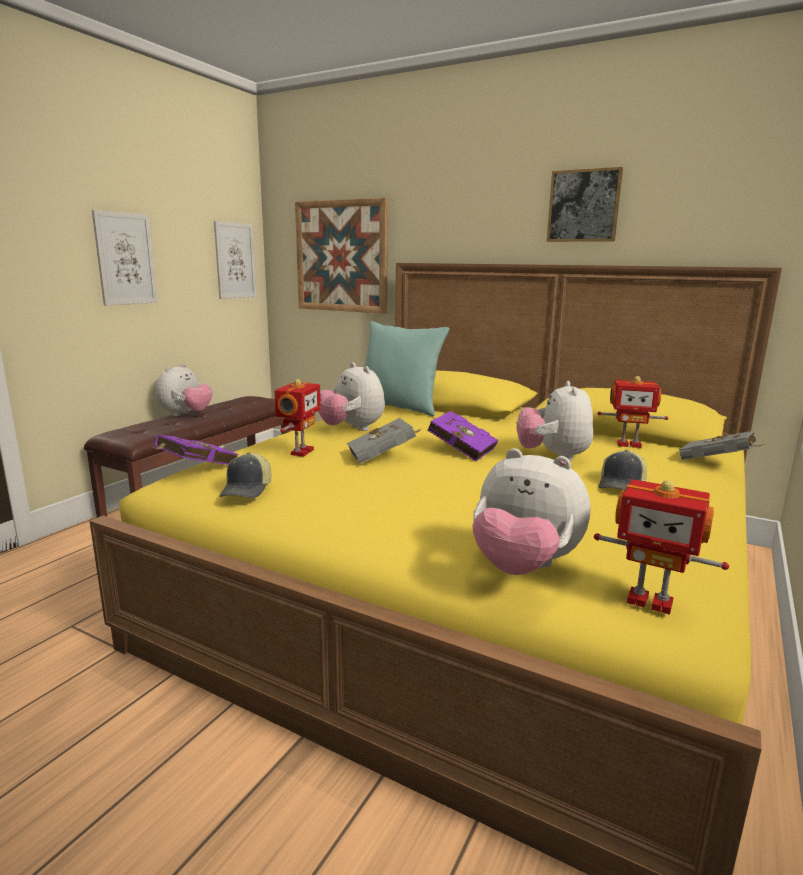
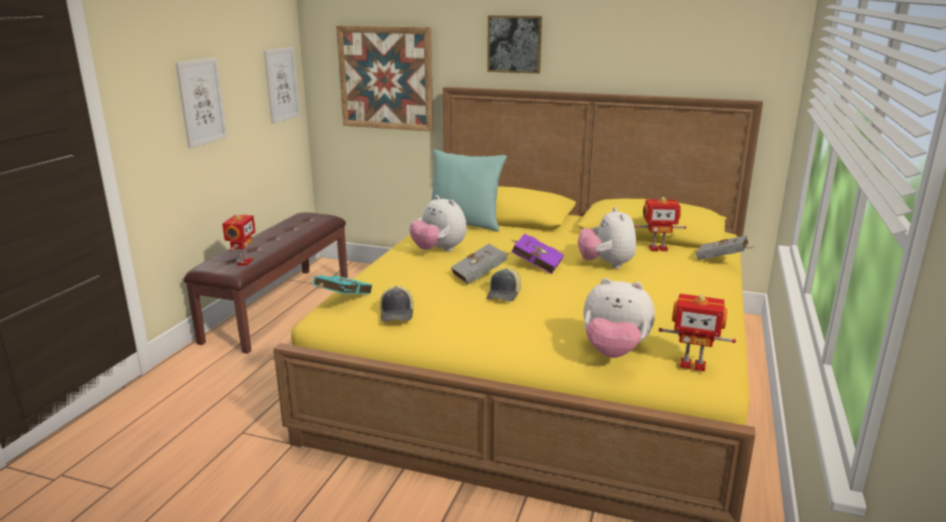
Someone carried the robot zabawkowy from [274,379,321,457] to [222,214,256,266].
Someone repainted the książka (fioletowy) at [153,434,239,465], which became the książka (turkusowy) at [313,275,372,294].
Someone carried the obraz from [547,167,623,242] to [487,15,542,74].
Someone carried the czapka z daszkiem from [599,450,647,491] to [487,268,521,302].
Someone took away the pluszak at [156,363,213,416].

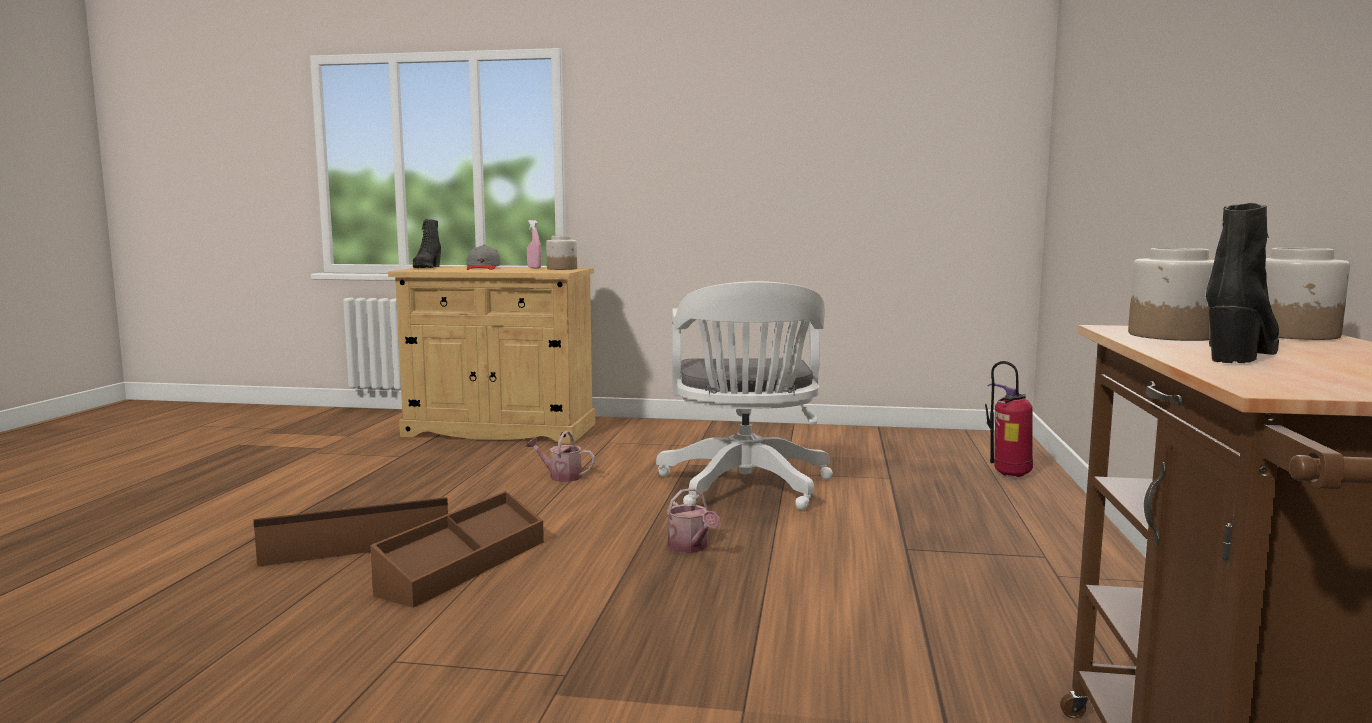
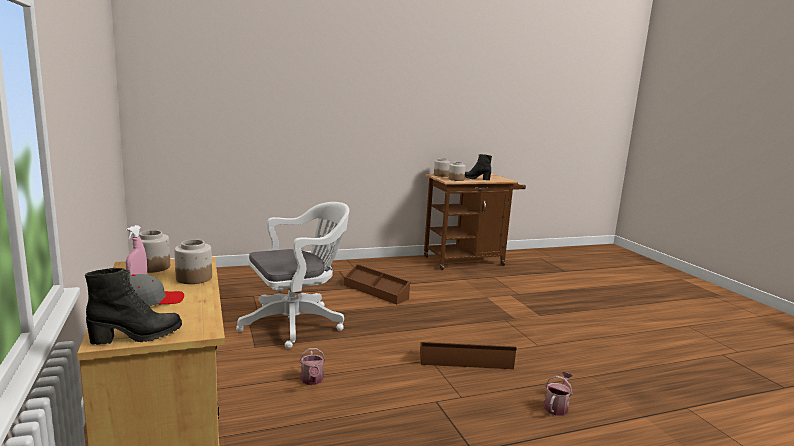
Someone put down the słoik at [174,240,212,284].
Someone carried the pojemnik do przechowywania (brązowy) from [253,497,448,567] to [344,264,410,305].
Someone carried the konewka from [667,488,720,553] to [544,372,572,416].
Someone took away the gaśnica at [985,361,1033,477].

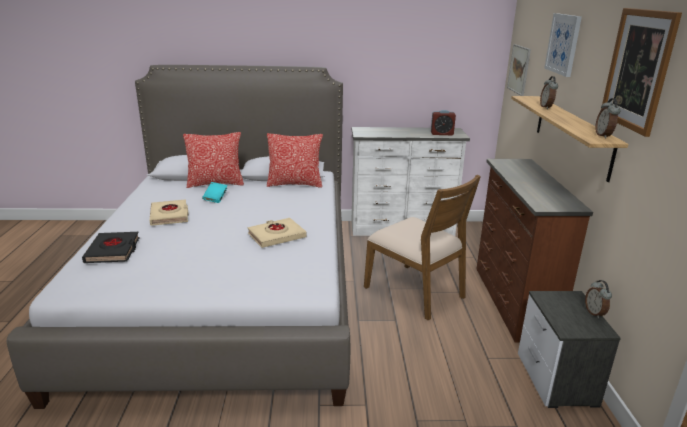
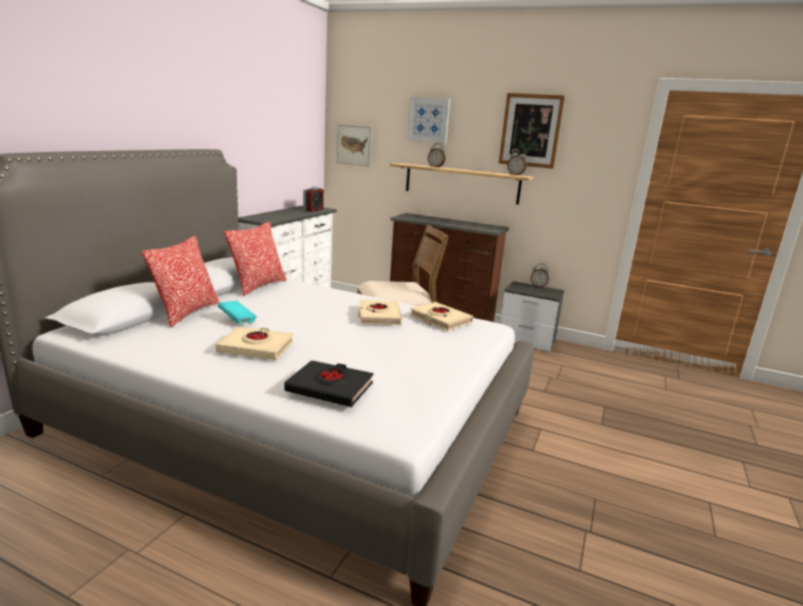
Someone put down the książka (beżowy) at [410,302,473,330].

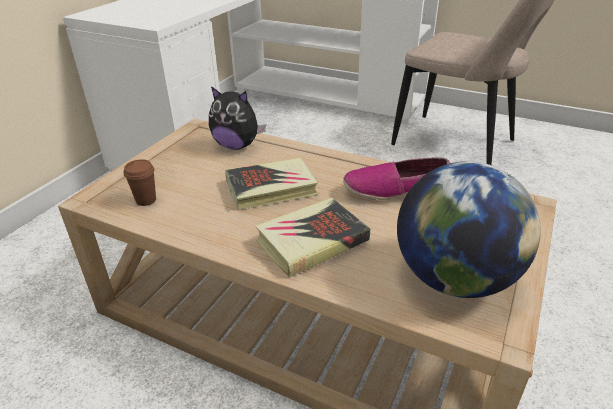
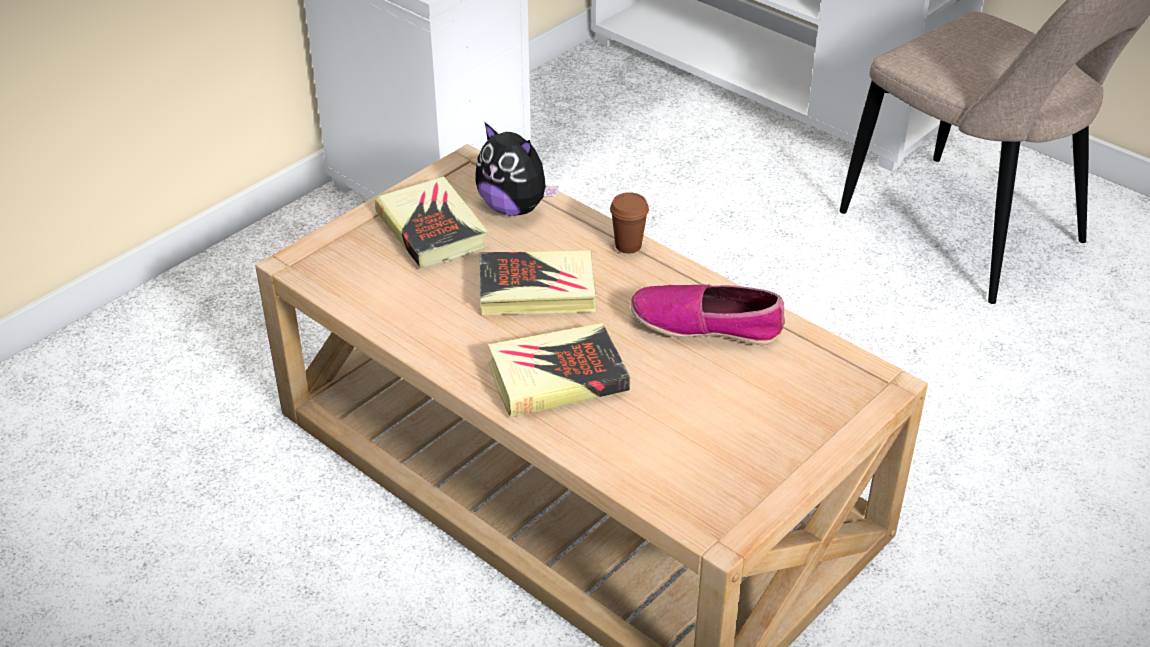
Someone put down the książka at [375,176,488,268].
Someone carried the filiżanka (brązowy) from [124,159,156,206] to [610,192,649,254].
Someone took away the globus at [397,161,541,298].

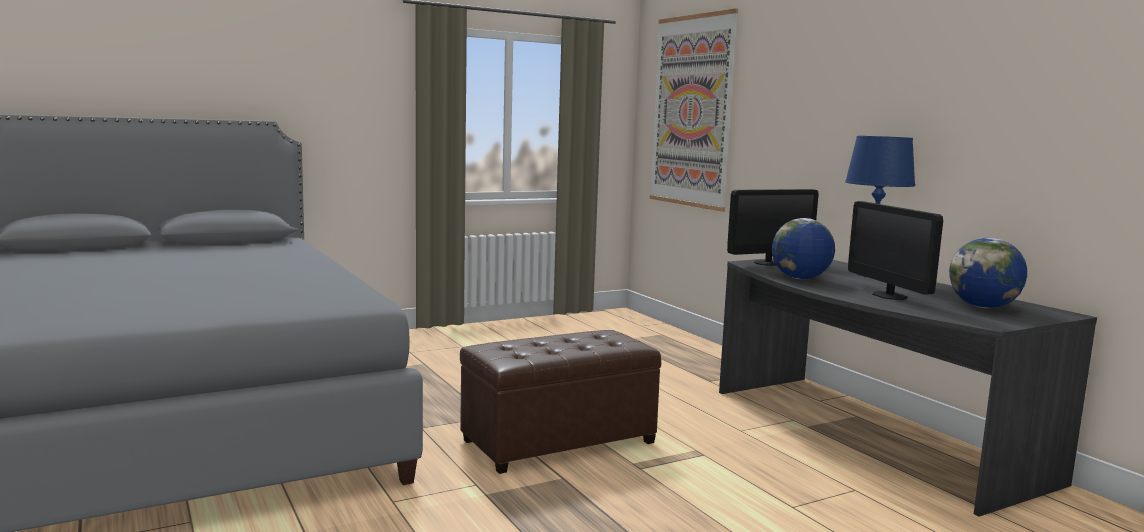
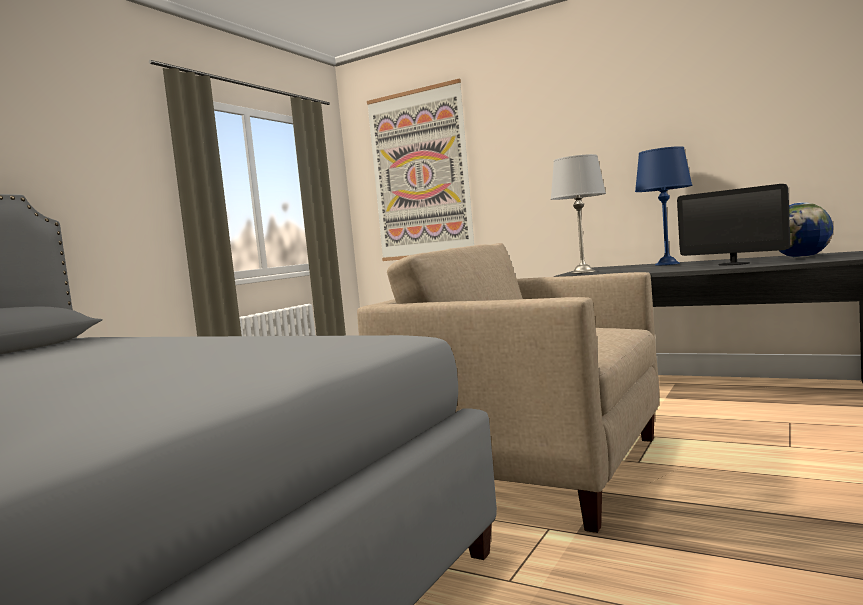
Someone swapped the pufa (brązowy) at [460,330,661,474] for the fotel (beżowy) at [357,243,659,533].
Someone swapped the monitor at [727,189,819,266] for the lampa stołowa (szary) at [551,154,606,273].
Someone took away the globus at [772,218,835,279].

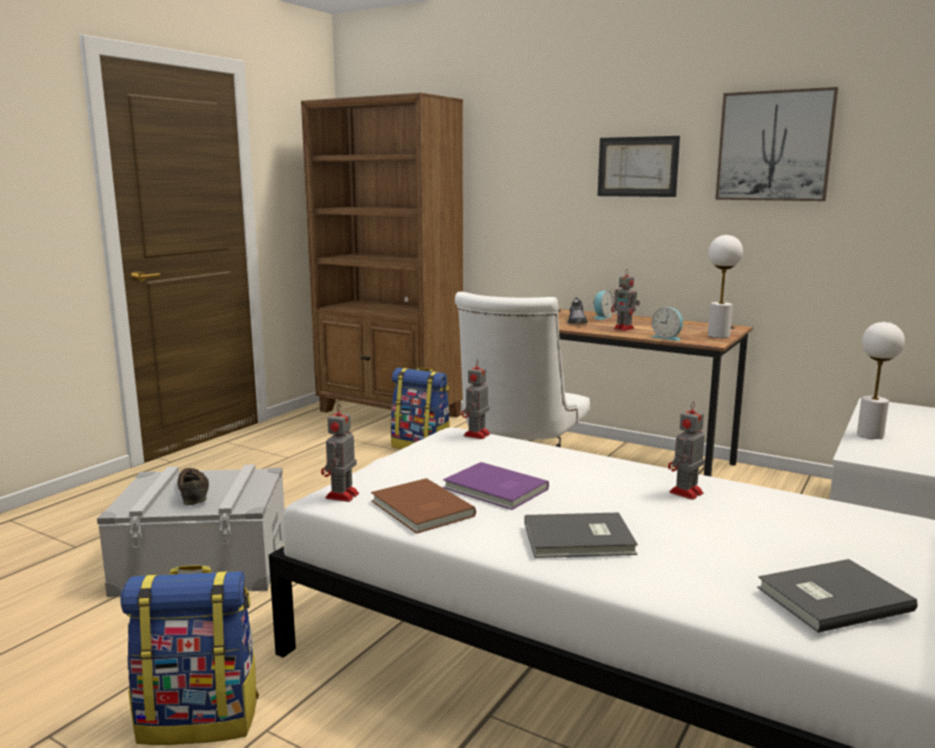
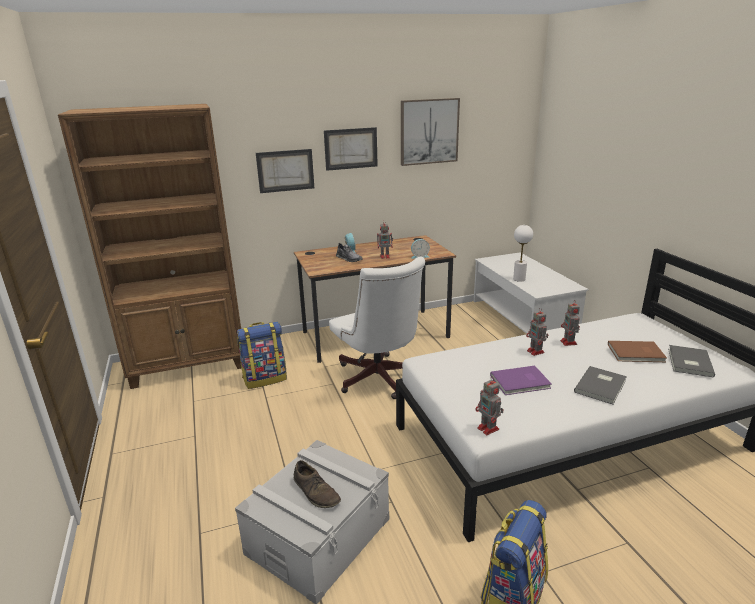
Someone put up the obraz at [256,149,314,193].
Someone rotated the but (brązowy) at [177,468,209,505] by 150 degrees counterclockwise.
Someone carried the robot zabawkowy from [461,359,490,439] to [526,309,548,356].
Someone carried the książka (brązowy) from [371,478,476,534] to [608,341,667,362].
Someone took away the lampa stołowa (biały) at [708,235,743,338].

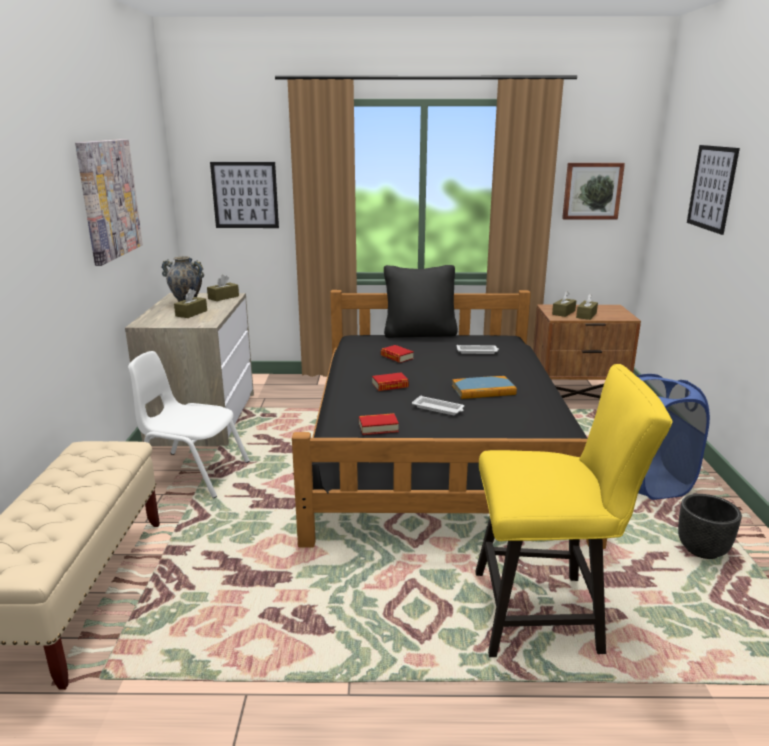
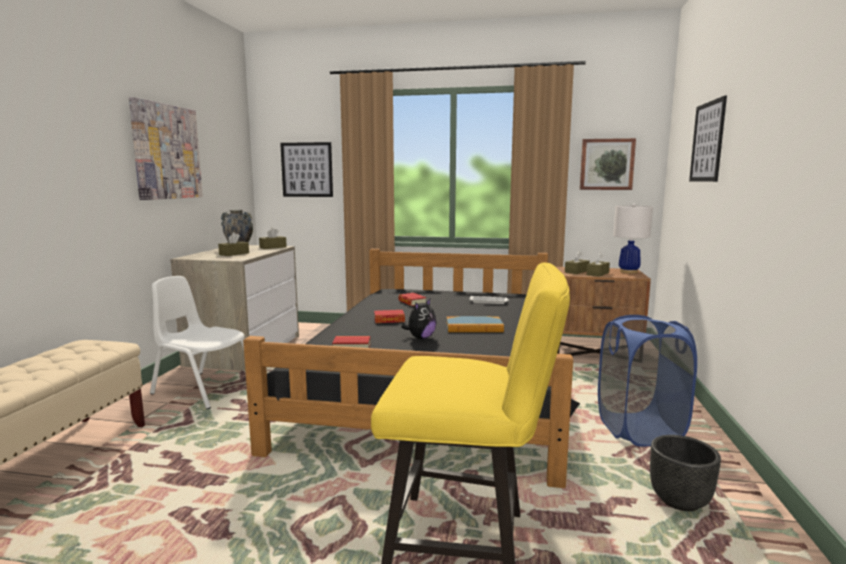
Someone swapped the taca (biały) at [412,396,464,415] for the pluszak at [401,299,436,339].
Someone put down the lampa stołowa (biały) at [613,203,653,274].
Someone took away the poduszka (czarny) at [384,265,458,338].

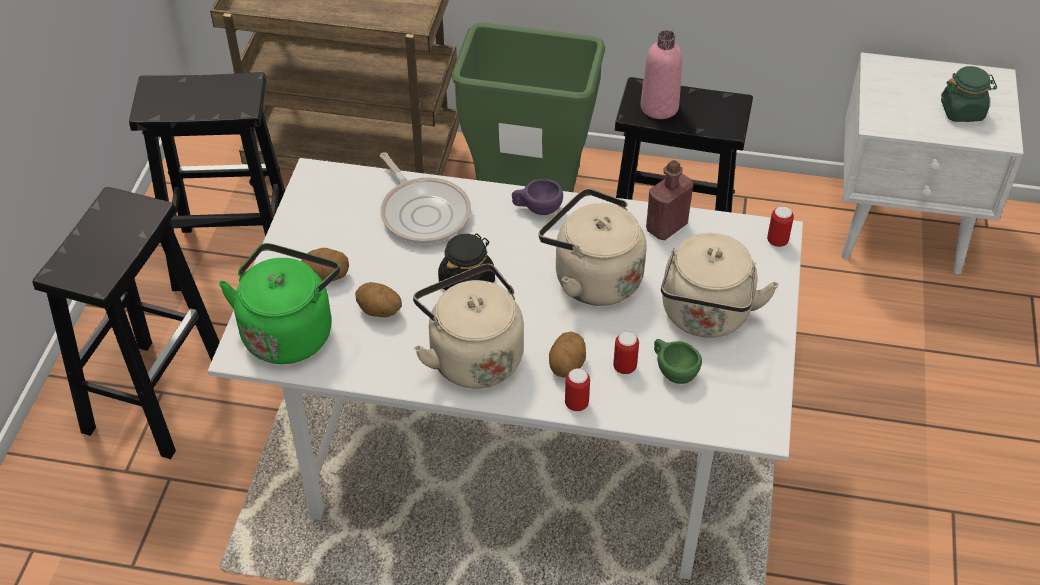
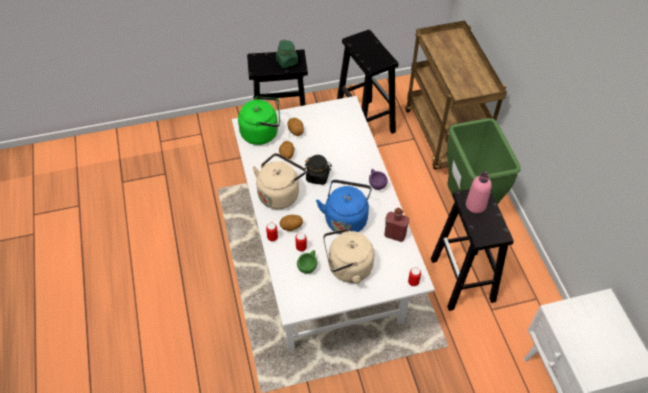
Someone carried the słoik (zielony) from [941,66,997,122] to [276,39,298,68].
Someone repainted the czajnik (beżowy) at [539,188,646,306], which became the czajnik (niebieski) at [316,180,372,234].
Someone took away the patelnia at [380,152,471,244].

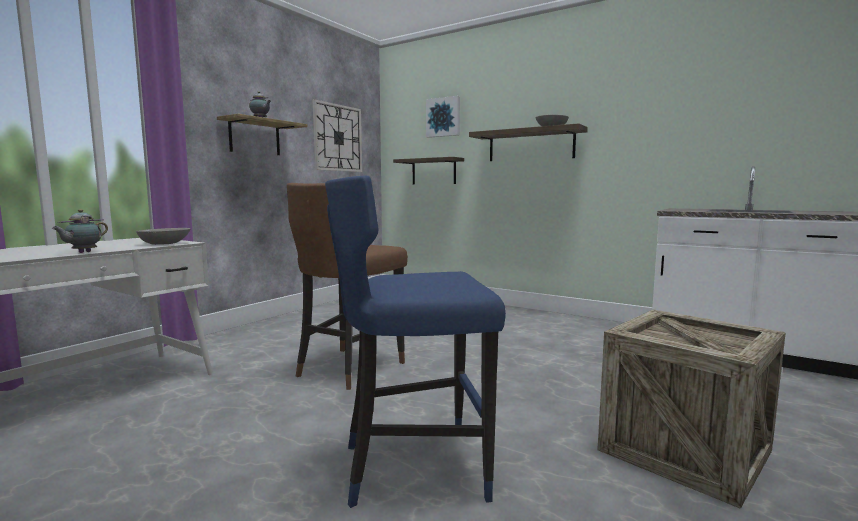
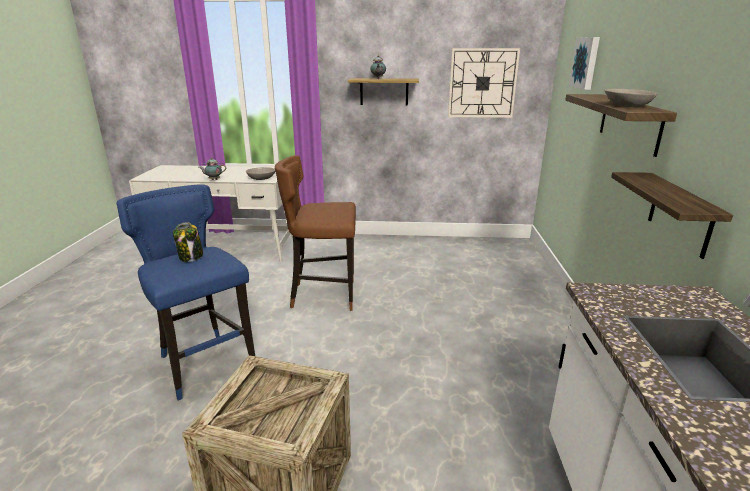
Someone put down the słoik at [173,222,203,262].
Someone carried the półka from [393,157,464,184] to [611,172,733,259].

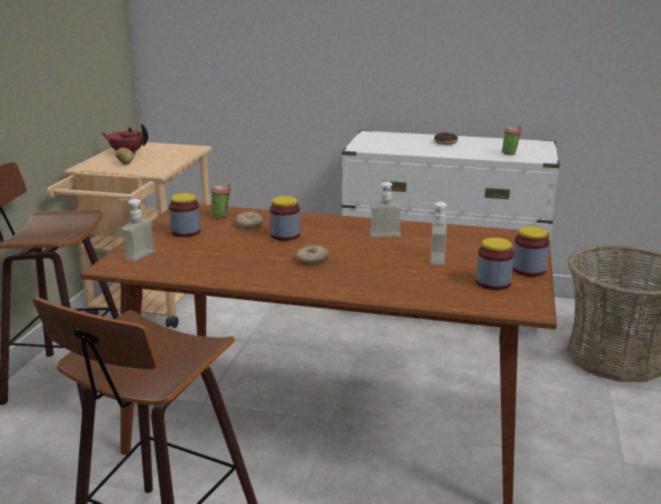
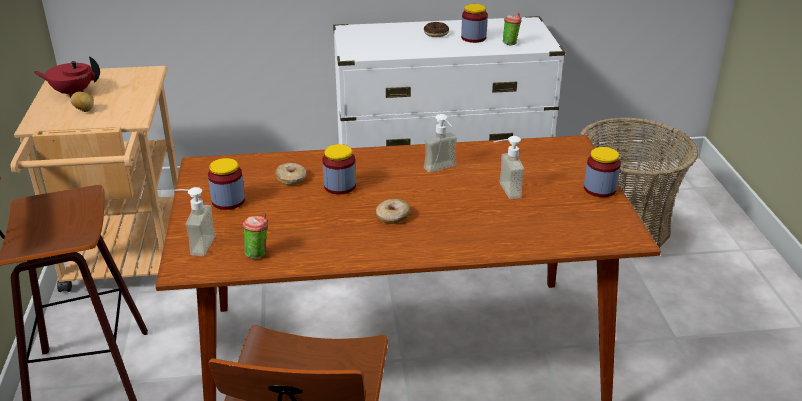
Someone carried the filiżanka from [211,184,231,218] to [243,213,268,259].
Someone carried the słoik from [476,237,514,290] to [461,4,488,43].

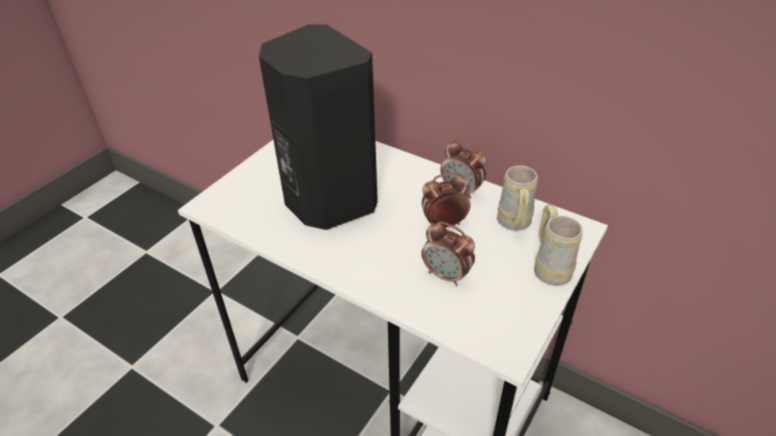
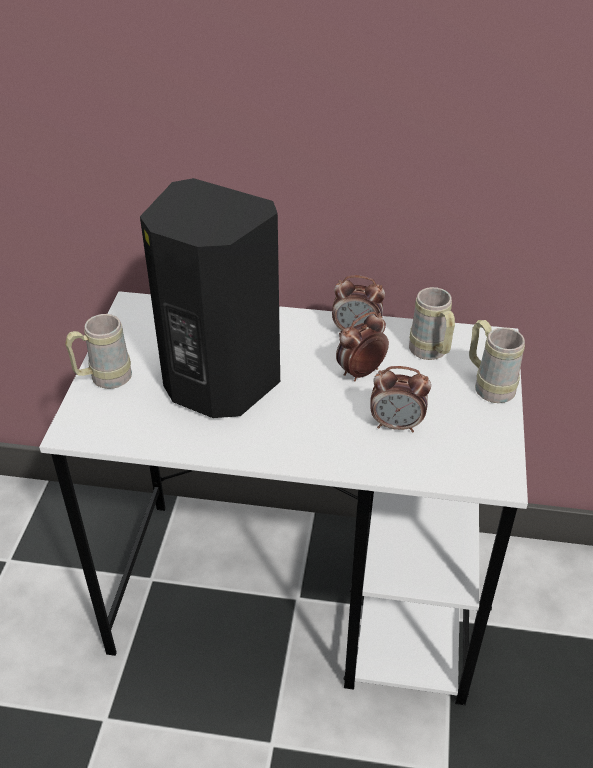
Someone put down the kubek (beżowy) at [65,314,132,389].

